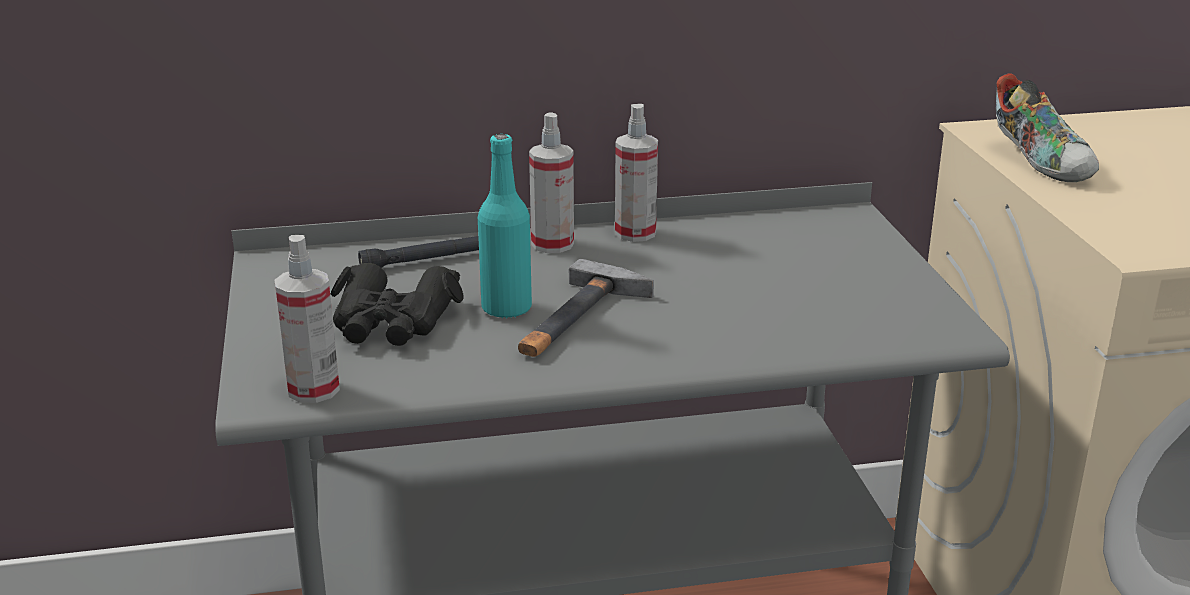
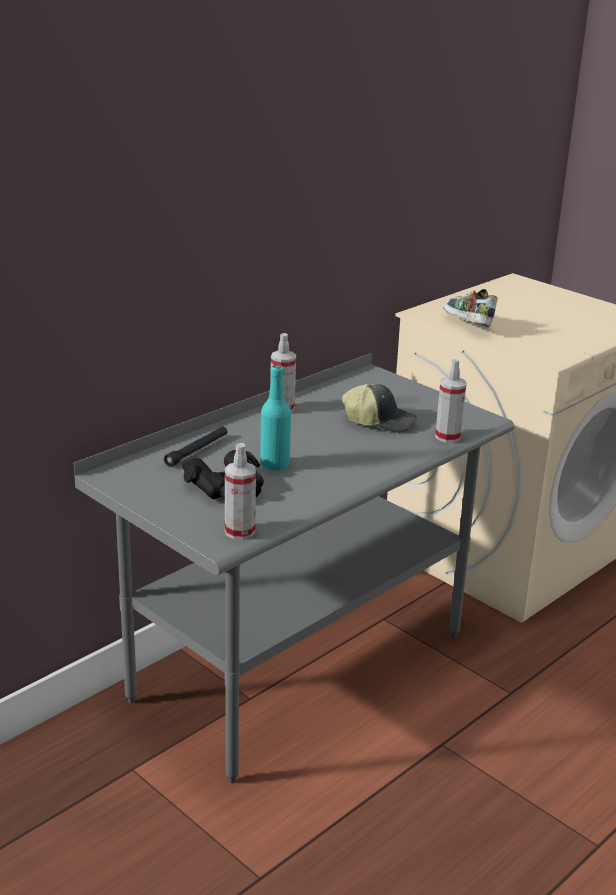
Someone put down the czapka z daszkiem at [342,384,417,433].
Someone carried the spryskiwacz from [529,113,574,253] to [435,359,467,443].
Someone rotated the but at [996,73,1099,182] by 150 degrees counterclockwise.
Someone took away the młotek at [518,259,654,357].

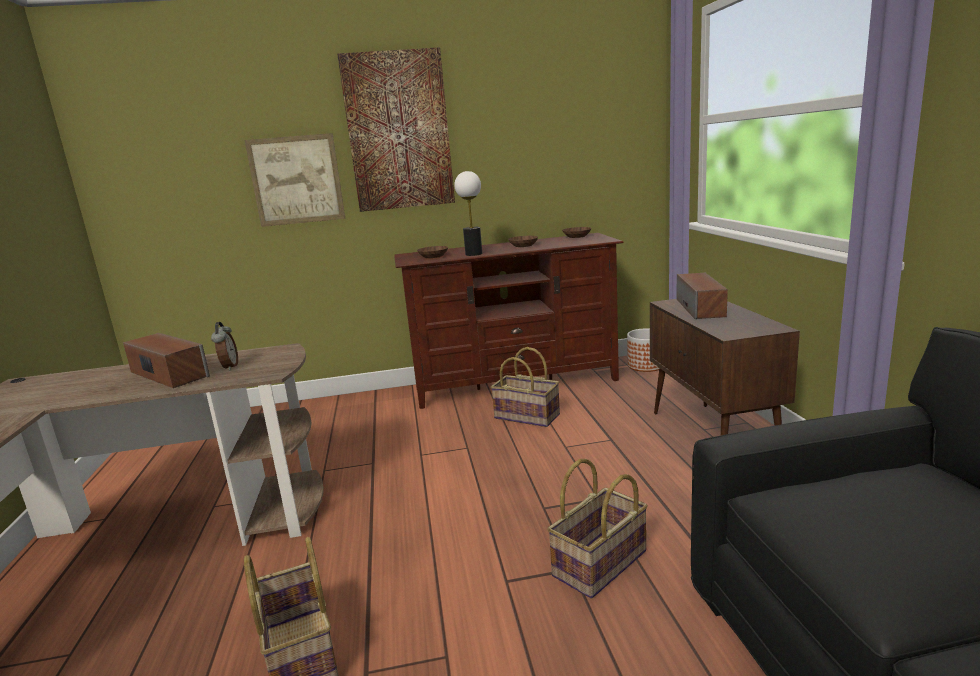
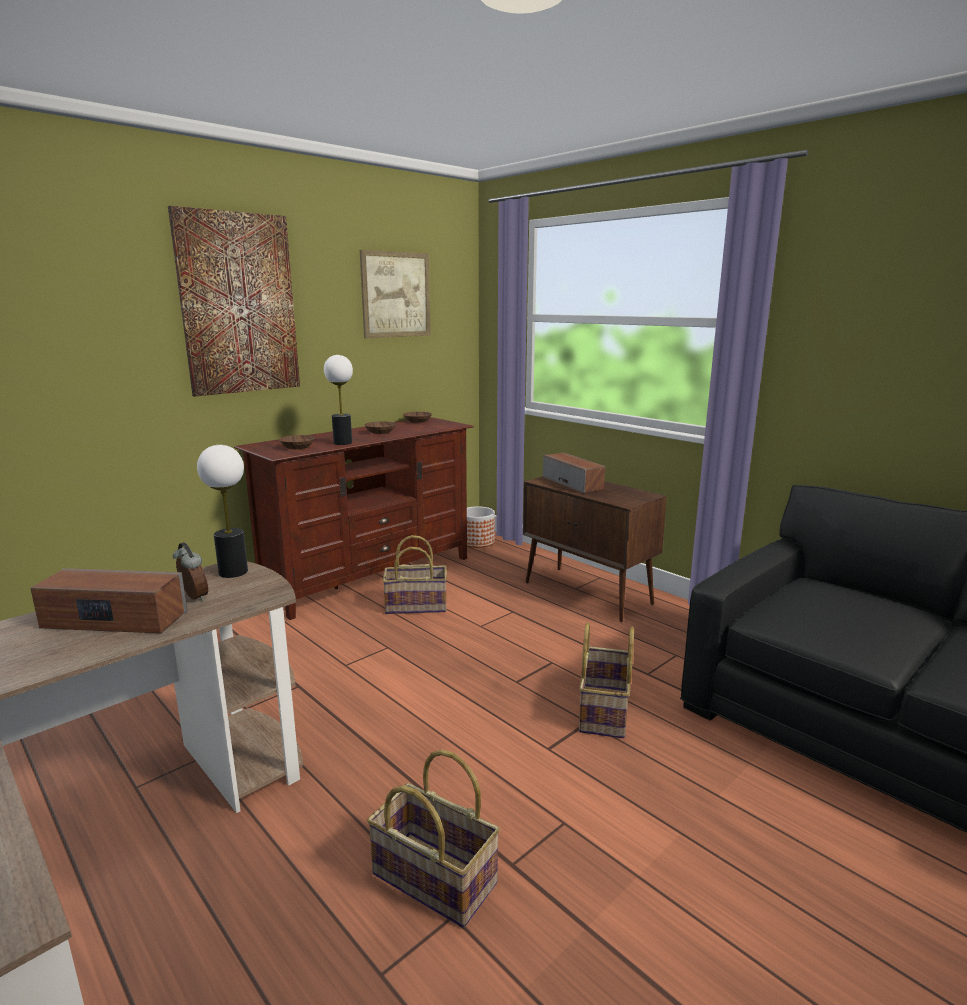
Someone put down the lampa stołowa at [197,445,248,578].
Someone carried the obraz from [245,133,345,227] to [360,250,431,338].

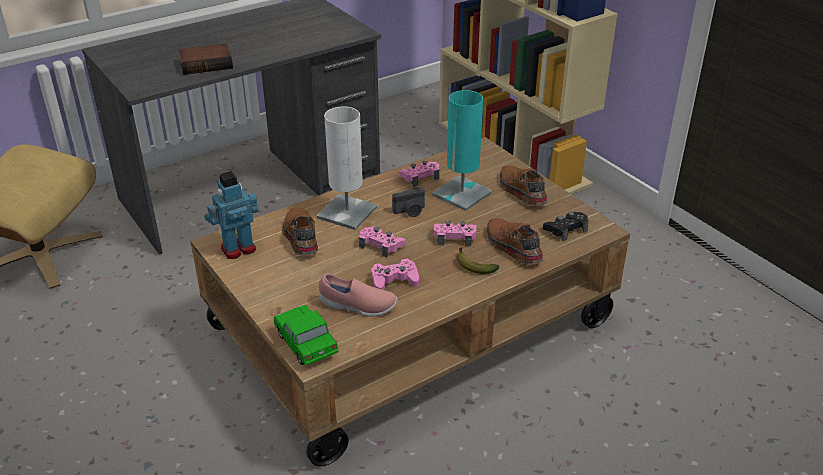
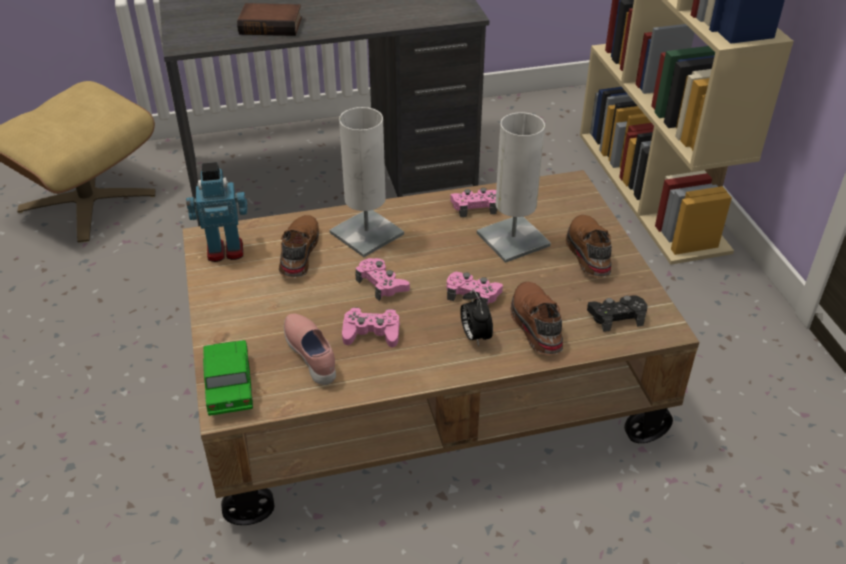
Someone rotated the but (różowy) at [319,273,397,317] by 150 degrees counterclockwise.
Someone swapped the banan at [457,247,499,274] for the budzik at [460,289,493,347].
Someone repainted the lampa stołowa (turkusowy) at [432,90,492,211], which became the lampa stołowa (biały) at [477,112,551,263].
Someone took away the aparat fotograficzny at [392,186,425,217].

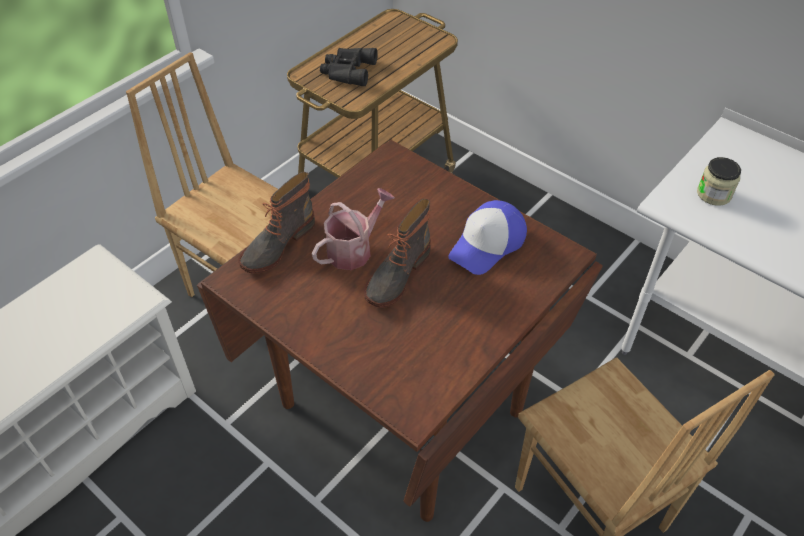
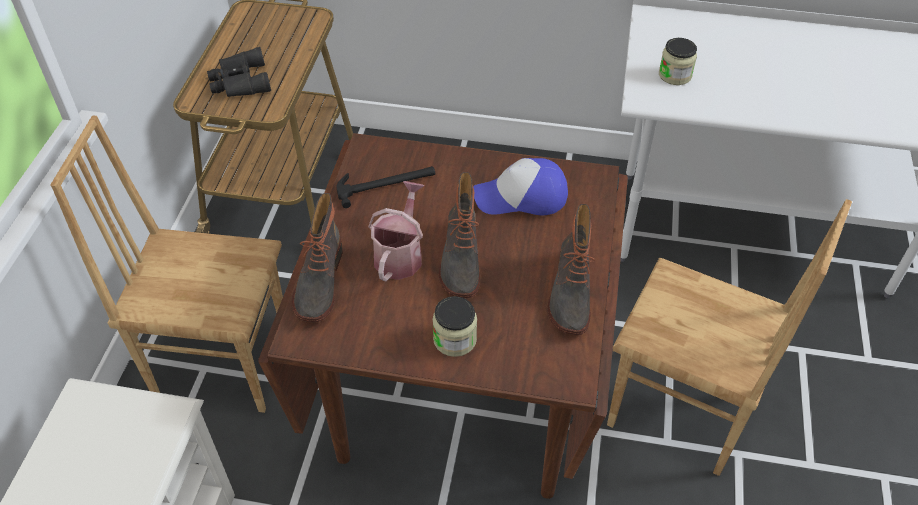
Someone put down the młotek at [337,166,435,208].
Someone put down the słoik at [433,296,477,357].
Someone rotated the czapka z daszkiem at [448,200,527,275] by 75 degrees clockwise.
Someone put down the but z cholewką at [547,204,595,335].

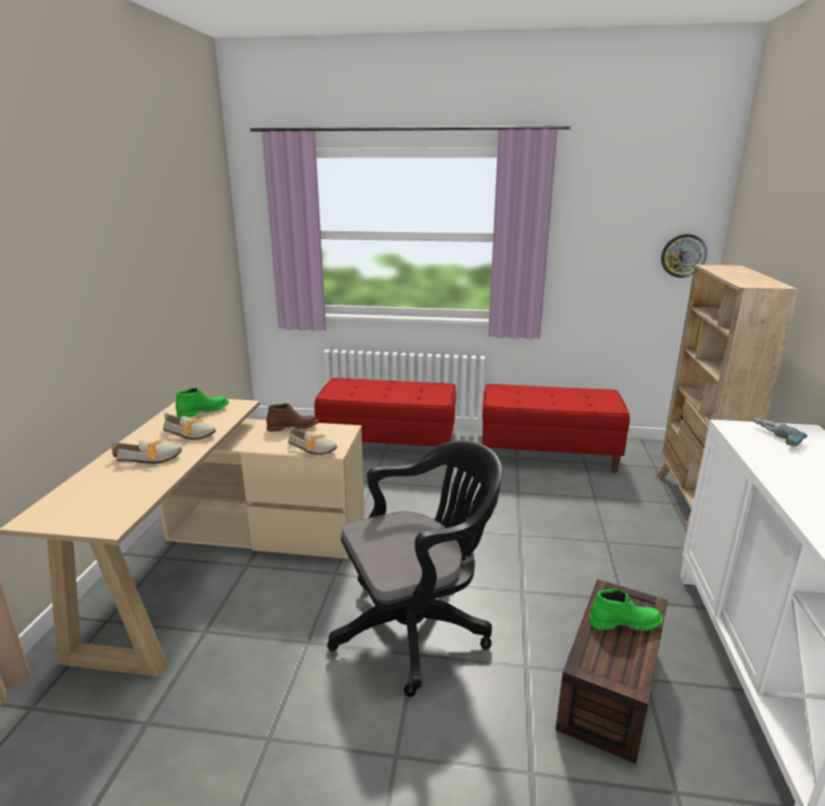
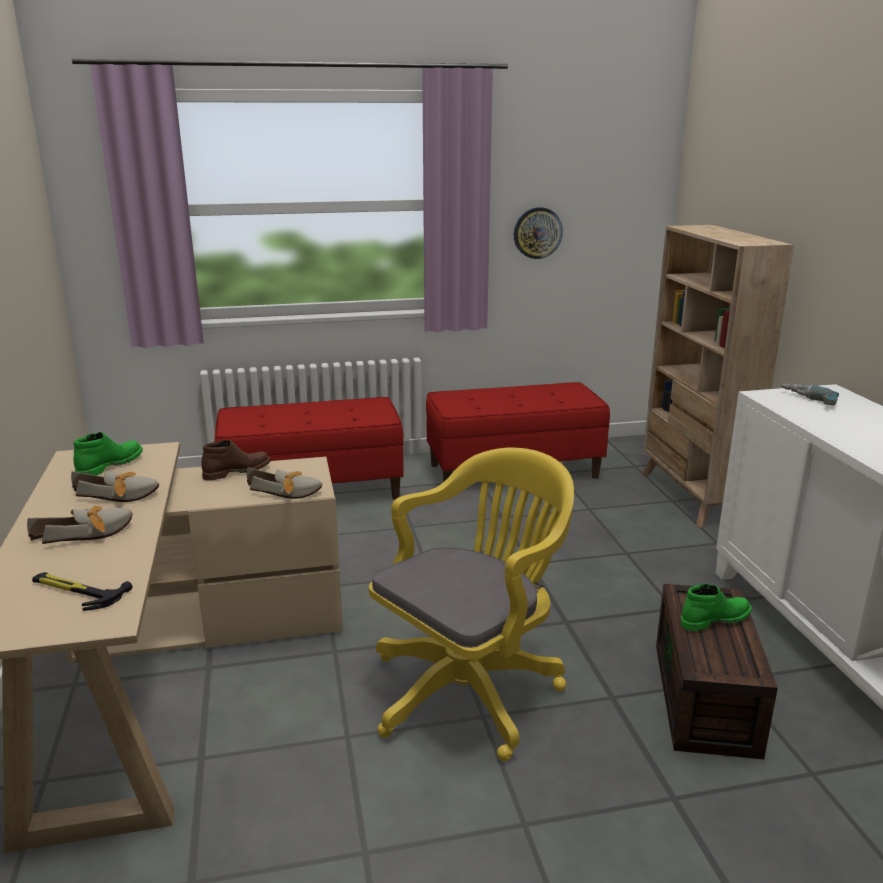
Someone put down the młotek at [32,572,132,611].
Someone repainted the krzesło biurowe (czarny) at [327,440,502,697], which became the krzesło biurowe (żółty) at [369,448,574,761].
Someone carried the zegar ścienny from [661,234,707,278] to [514,207,563,259].

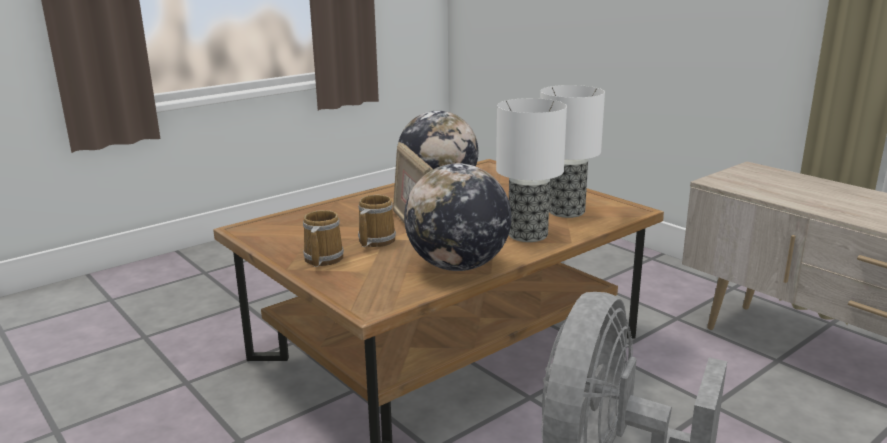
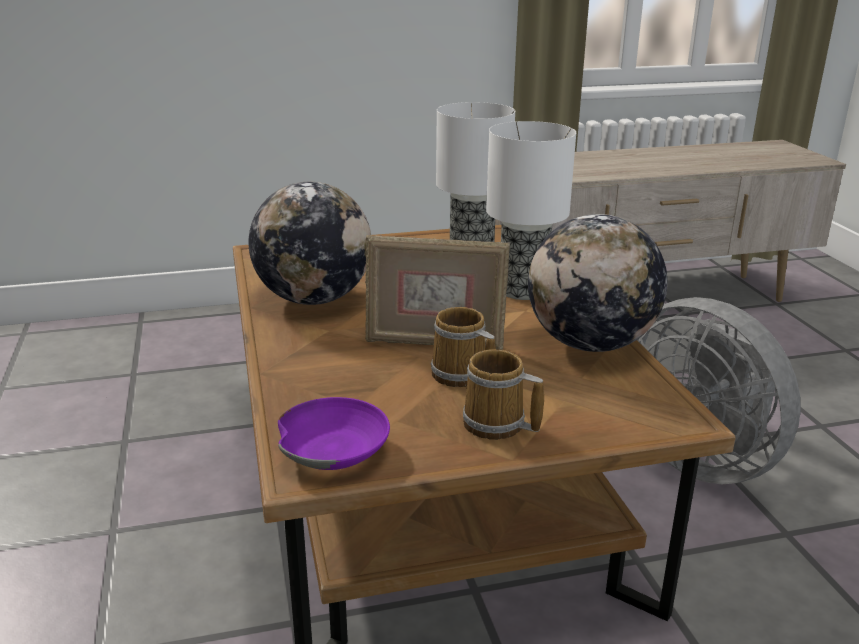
Someone put down the miska (fioletowy) at [278,397,390,470].

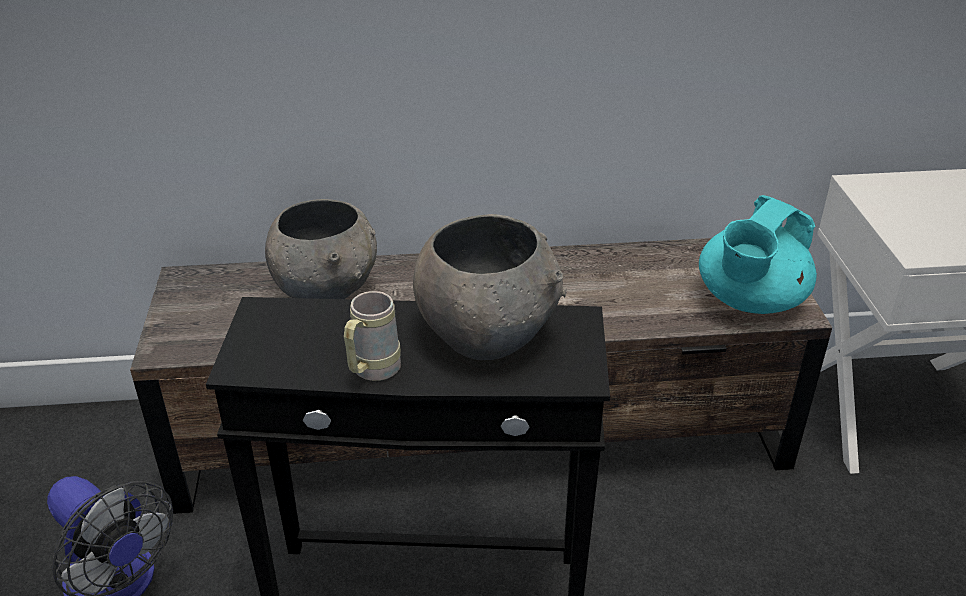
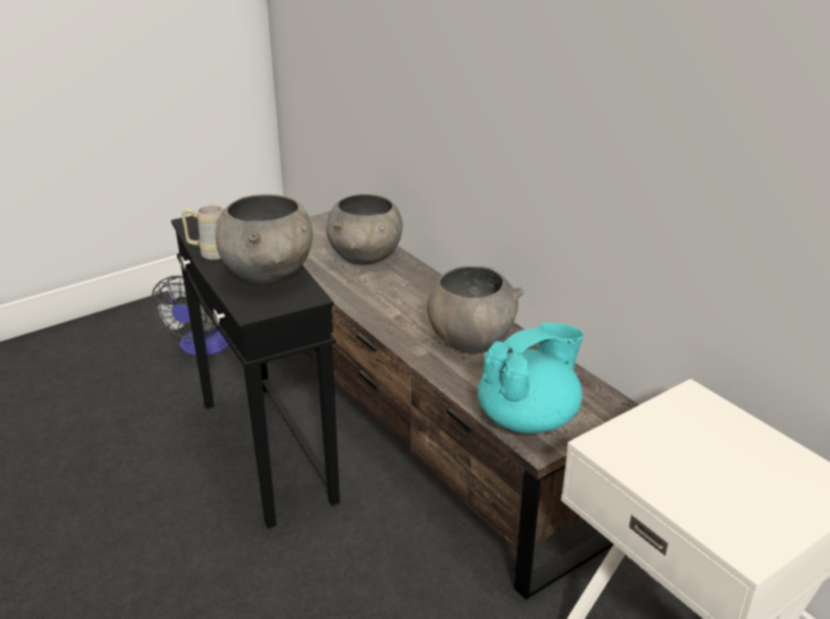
Someone put down the miska (szary) at [427,266,524,354].
Someone rotated the imbryk (turkusowy) at [699,195,817,314] by 135 degrees clockwise.

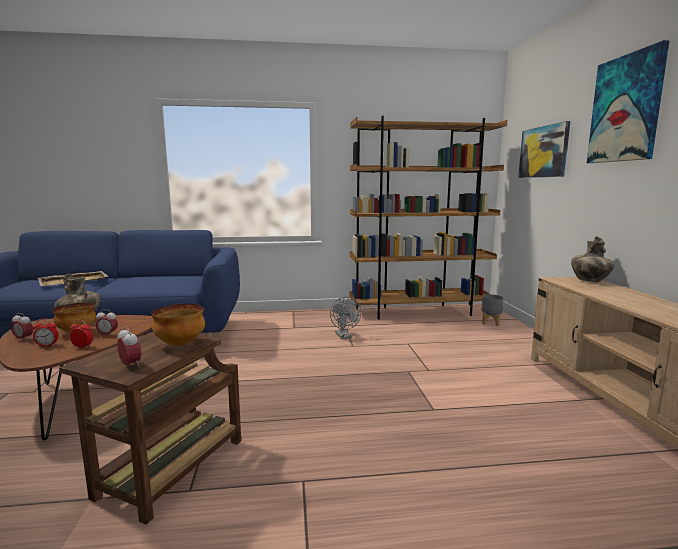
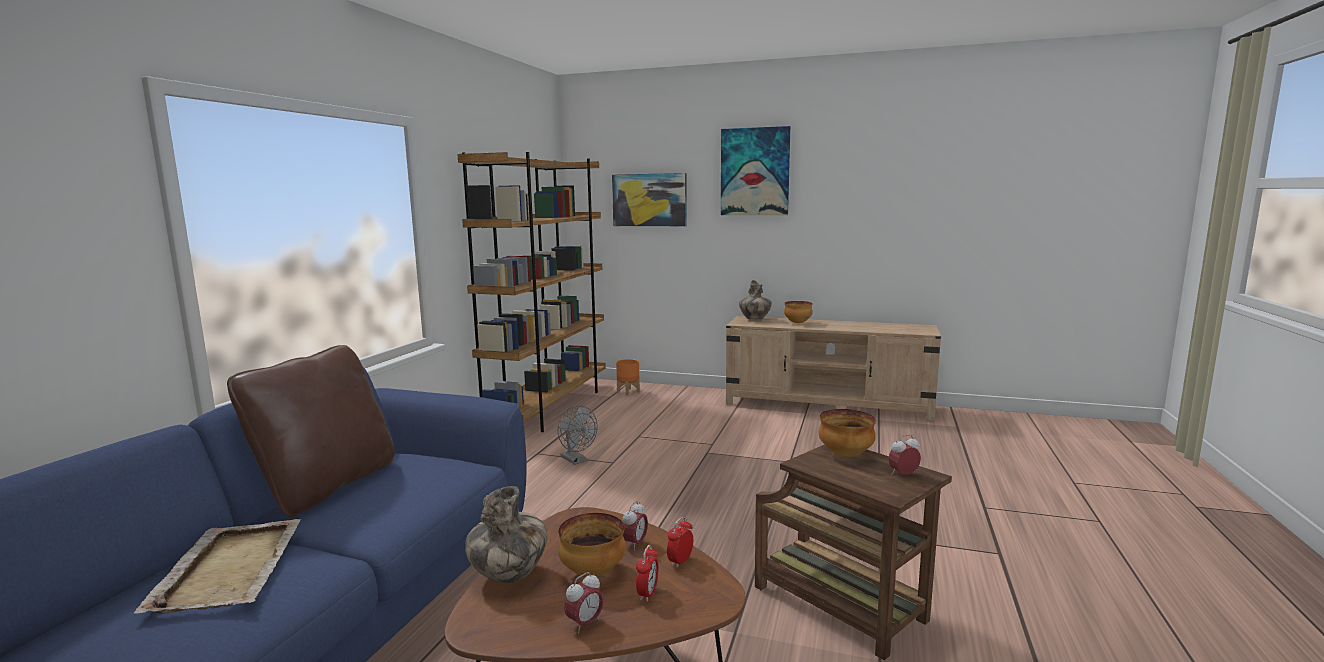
Someone put down the poduszka (brązowy) at [227,345,395,517].
Someone rotated the wentylator (szary) at [330,297,361,339] by 45 degrees clockwise.
Someone repainted the donica (szary) at [482,294,504,326], which became the donica (pomarańczowy) at [616,359,640,395].
Someone put down the miska at [784,301,813,323].

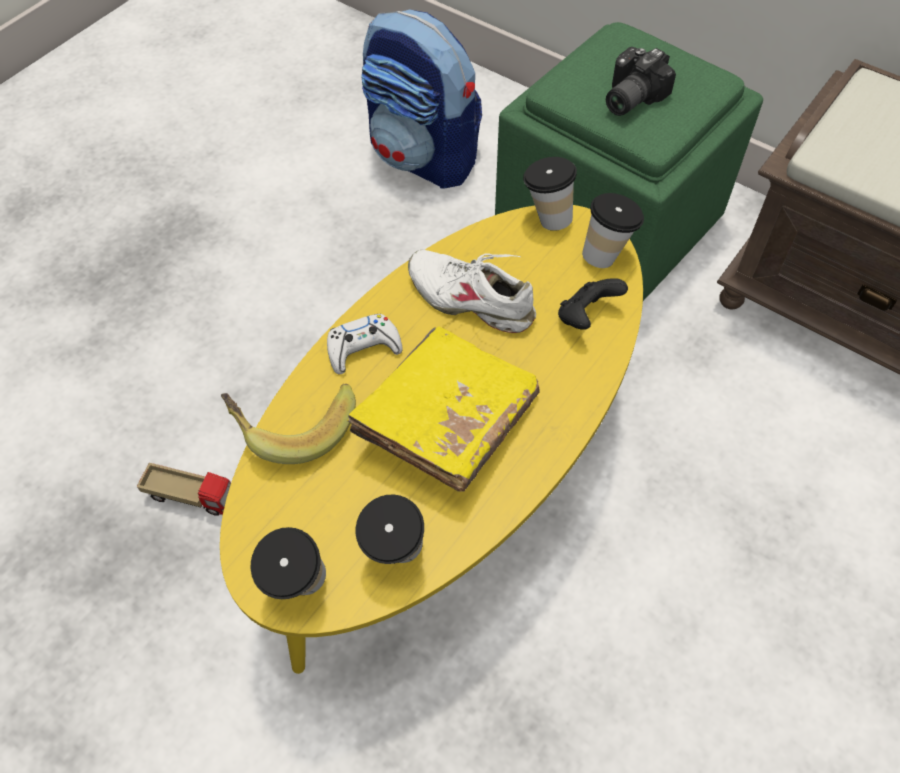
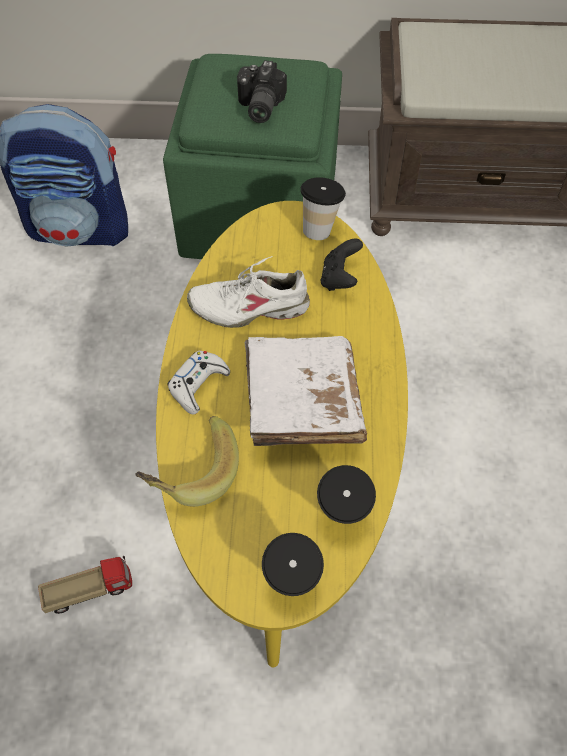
Someone repainted the książka (żółty) at [347,326,540,492], which became the książka (biały) at [245,336,367,446].
Someone took away the filiżanka at [523,157,577,231].

